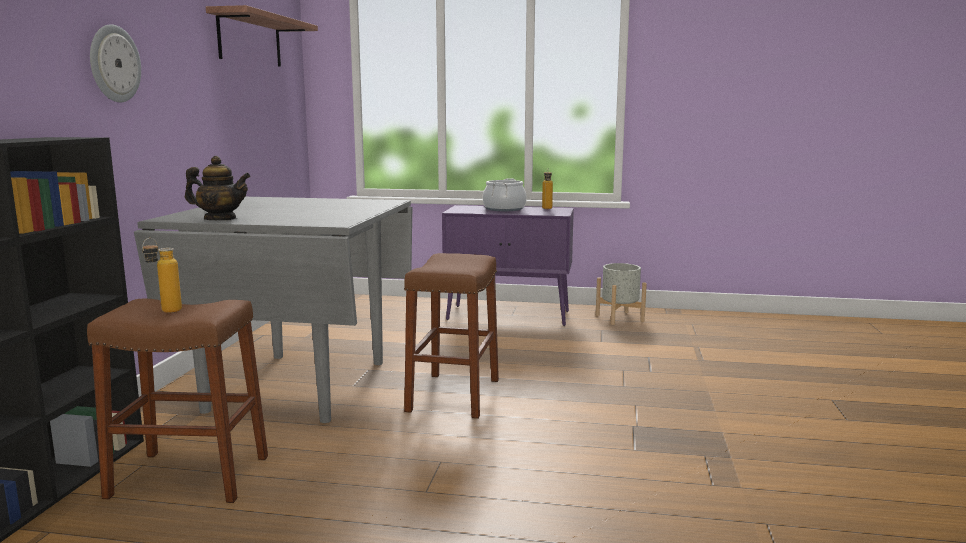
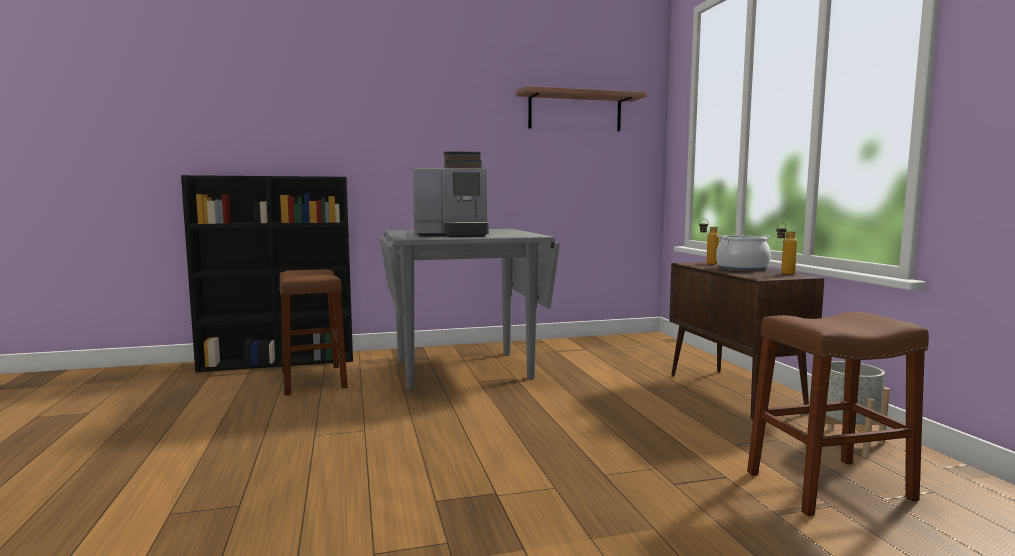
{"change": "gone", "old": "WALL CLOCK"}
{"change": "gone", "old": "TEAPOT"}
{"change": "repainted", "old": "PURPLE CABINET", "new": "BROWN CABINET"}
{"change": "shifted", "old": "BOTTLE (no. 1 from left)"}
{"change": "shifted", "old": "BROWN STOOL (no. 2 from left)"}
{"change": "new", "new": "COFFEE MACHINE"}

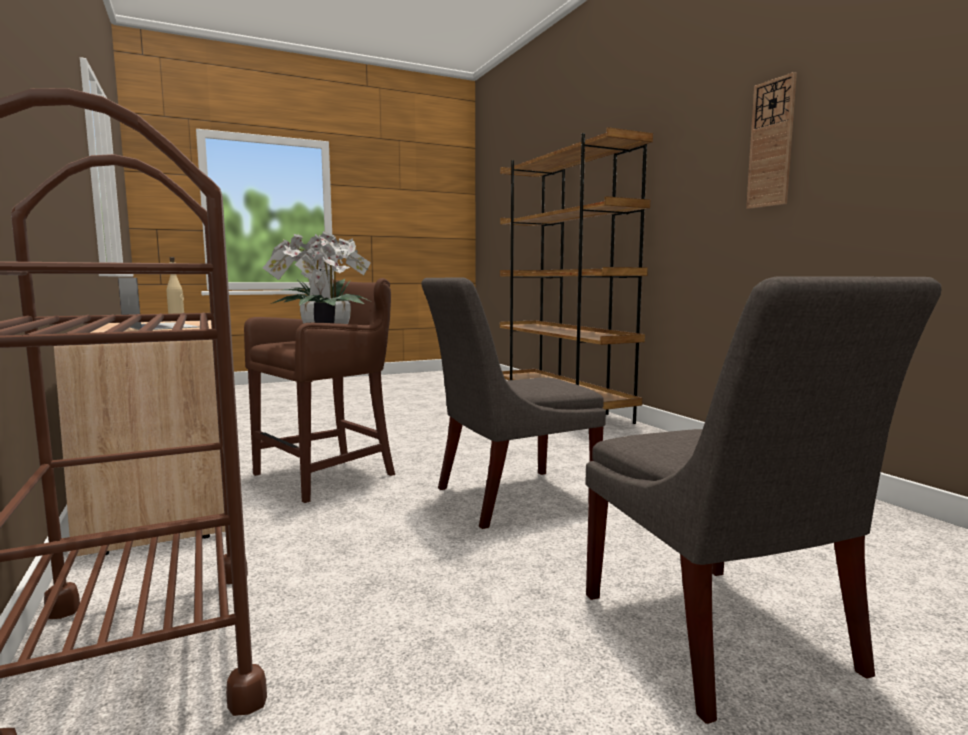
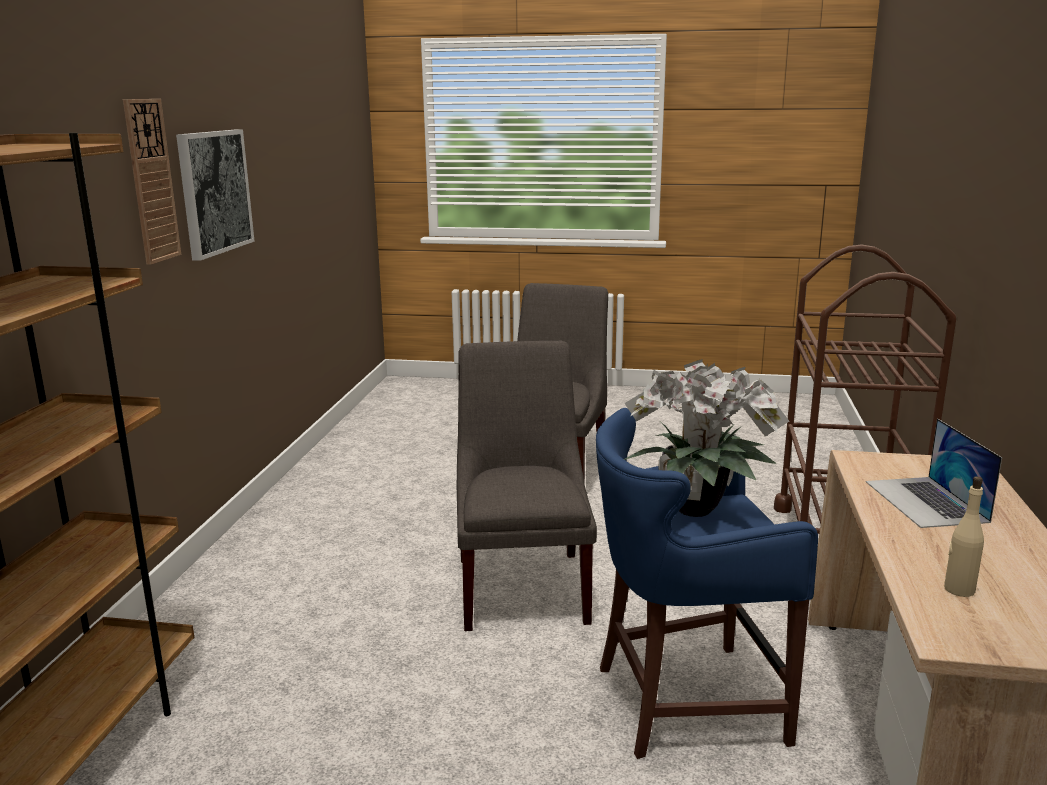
{"change": "repainted", "old": "BROWN STOOL", "new": "BLUE STOOL"}
{"change": "rotated", "old": "GREY CHAIR (no. 1 from left)", "degrees": -105}
{"change": "new", "new": "PICTURE"}

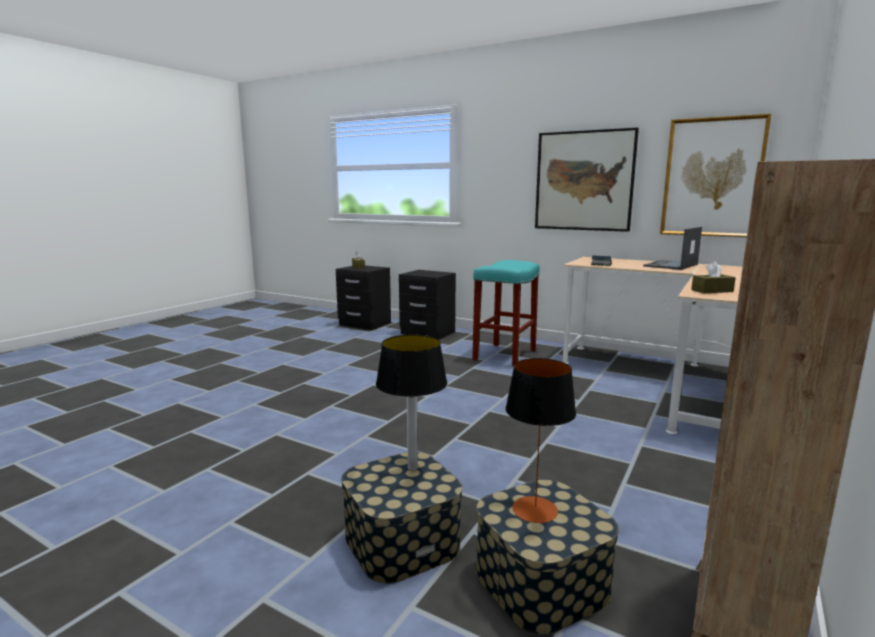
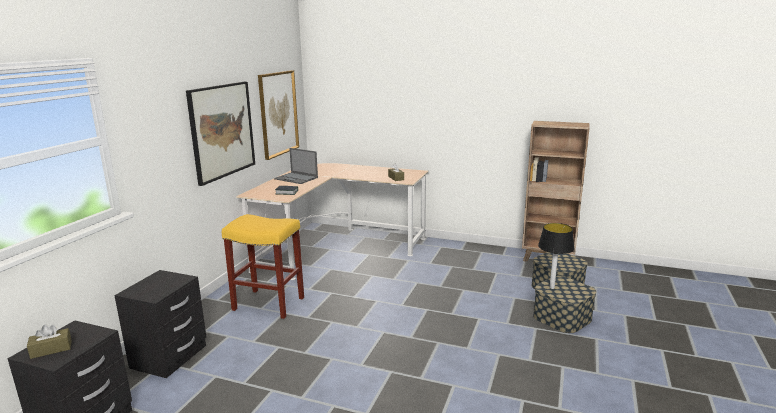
{"change": "repainted", "old": "TURQUOISE STOOL", "new": "YELLOW STOOL"}
{"change": "gone", "old": "TABLE LAMP (no. 2 from left)"}

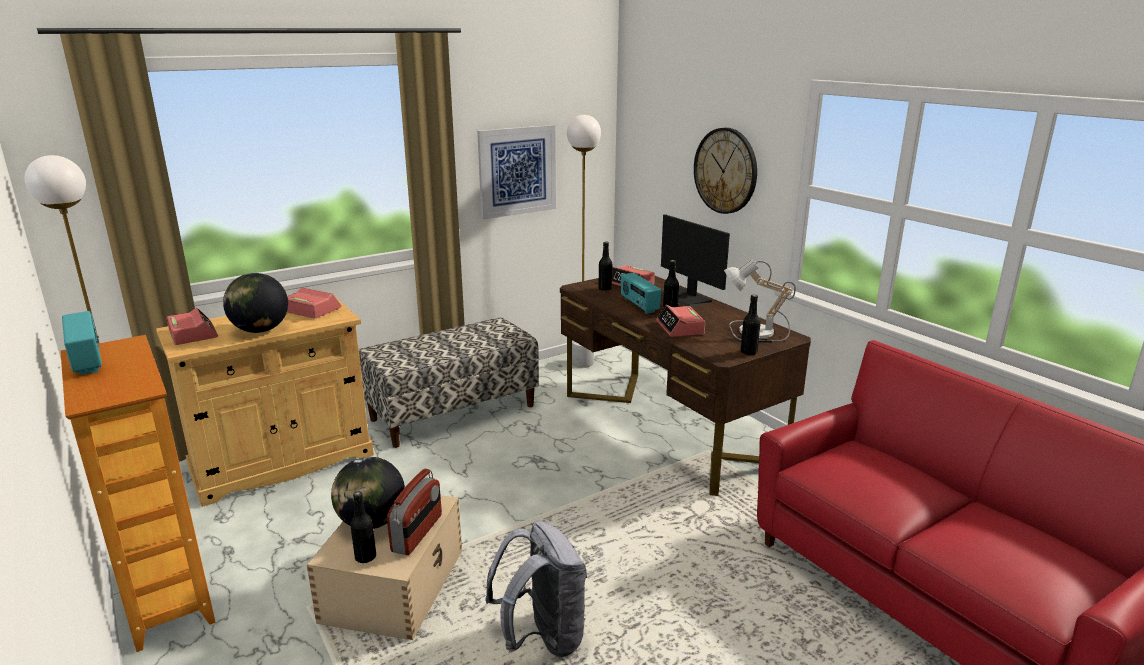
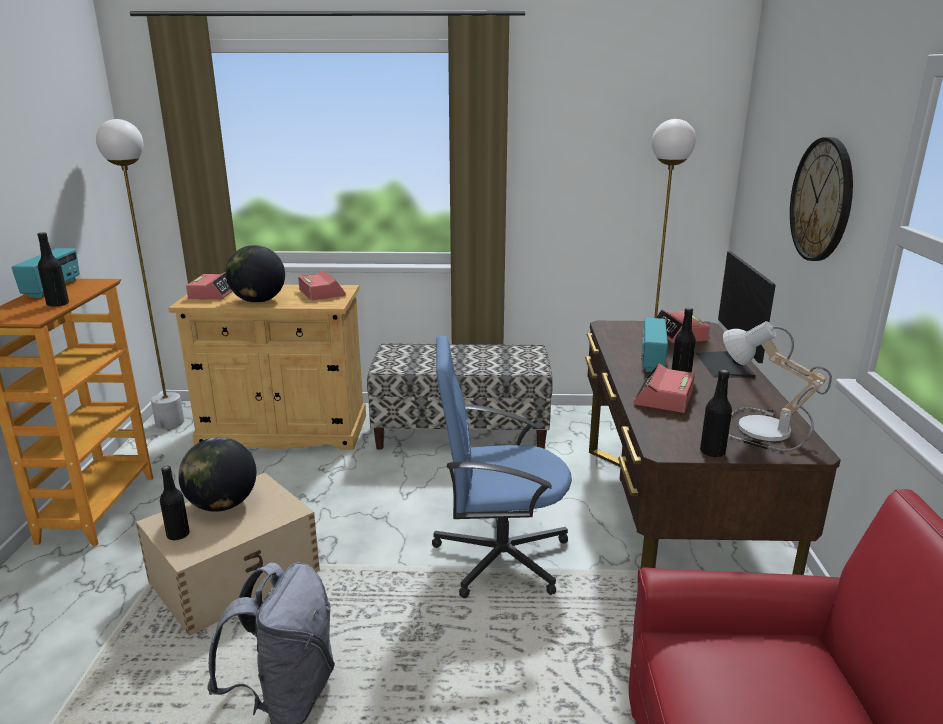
{"change": "gone", "old": "PICTURE"}
{"change": "shifted", "old": "BLACK BOTTLE (no. 2 from left in the first image)", "new": "BLACK BOTTLE (no. 1 from left)"}
{"change": "gone", "old": "RADIO (no. 2 from left)"}
{"change": "new", "new": "BLUE OFFICE CHAIR"}

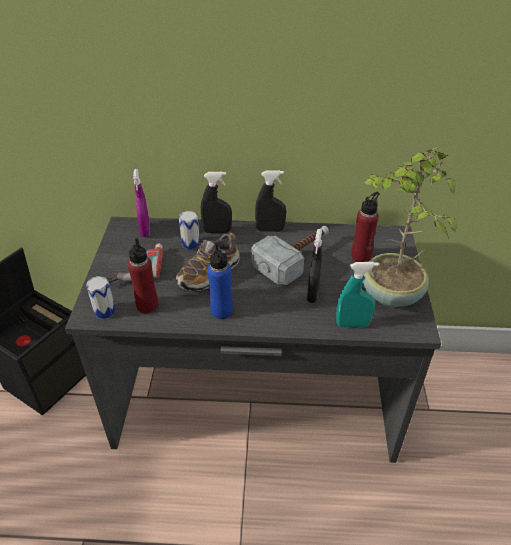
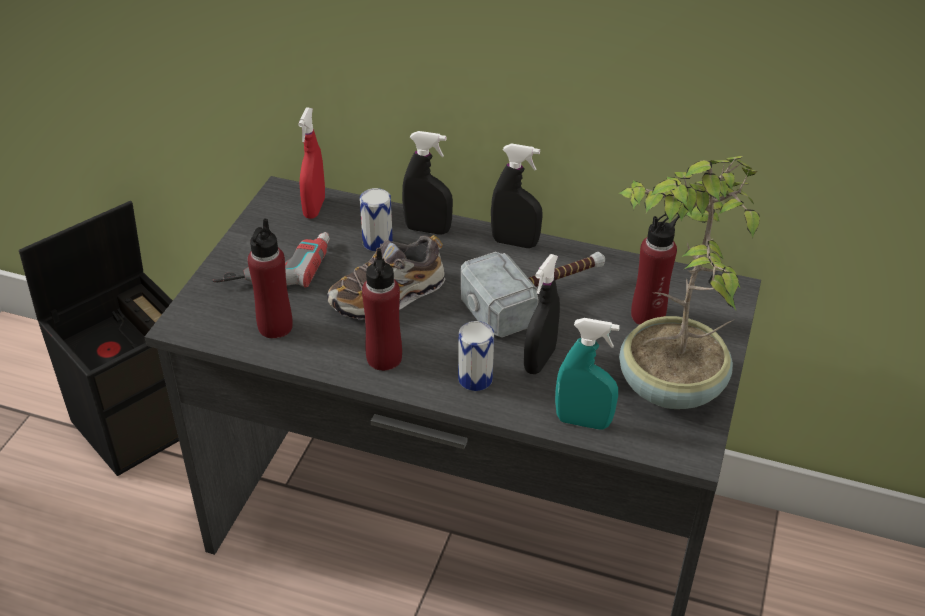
{"change": "repainted", "old": "PURPLE SPRAY BOTTLE", "new": "RED SPRAY BOTTLE"}
{"change": "repainted", "old": "BLUE BOTTLE", "new": "RED BOTTLE (no. 2 from left)"}
{"change": "shifted", "old": "CAN (no. 1 from left in the first image)", "new": "CAN (no. 2 from left)"}

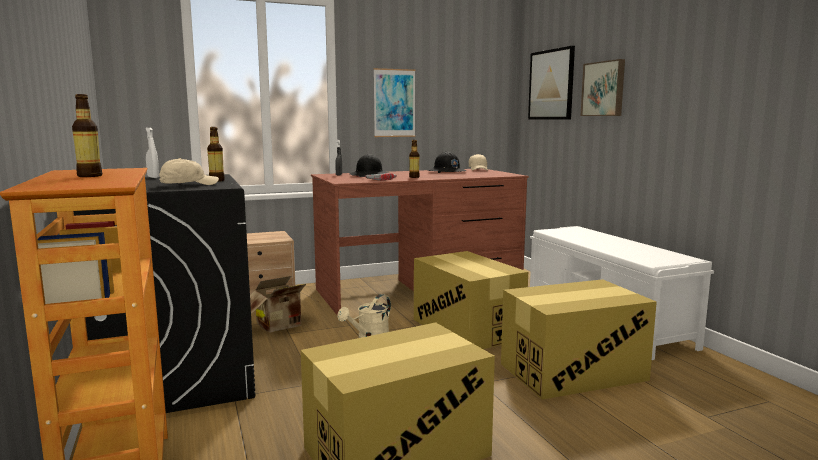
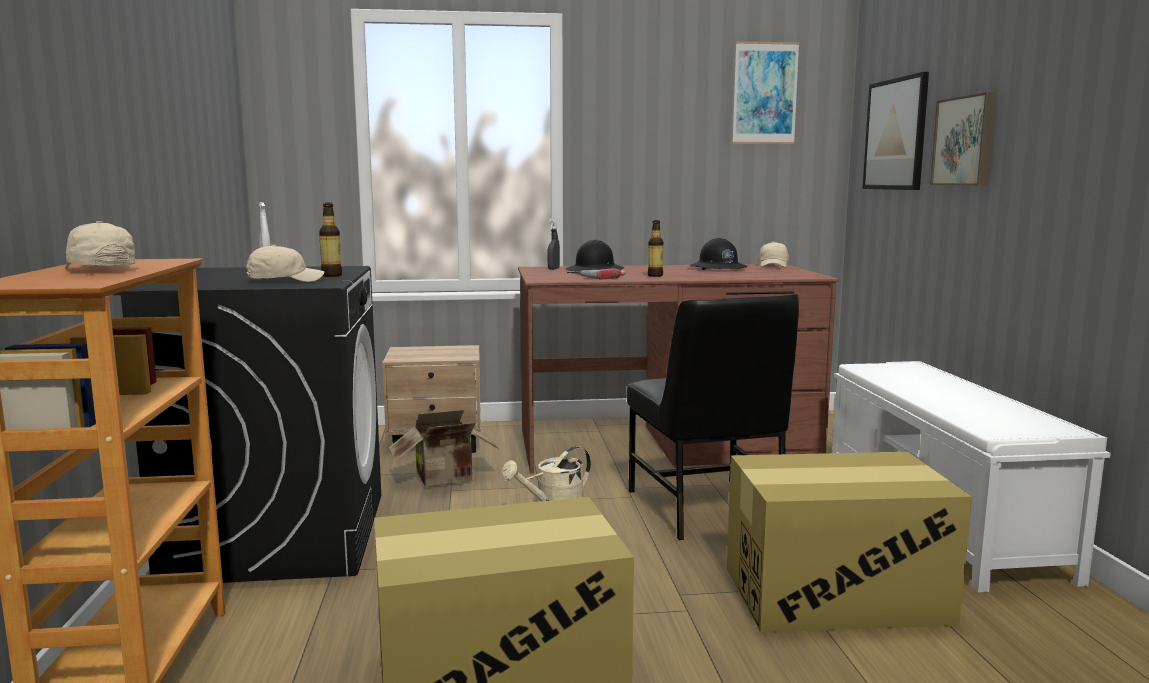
{"change": "shifted", "old": "PICTURE (no. 1 from left)"}
{"change": "swapped", "old": "BOTTLE (no. 1 from left)", "new": "BEIGE CAP (no. 1 from left)"}
{"change": "swapped", "old": "CARDBOARD BOX (no. 3 from left)", "new": "BLACK CHAIR"}

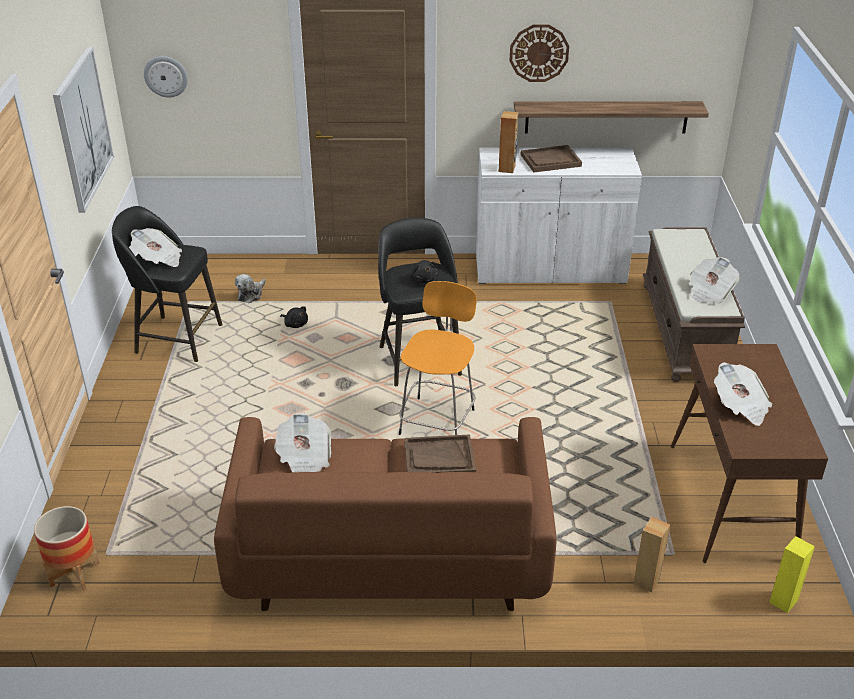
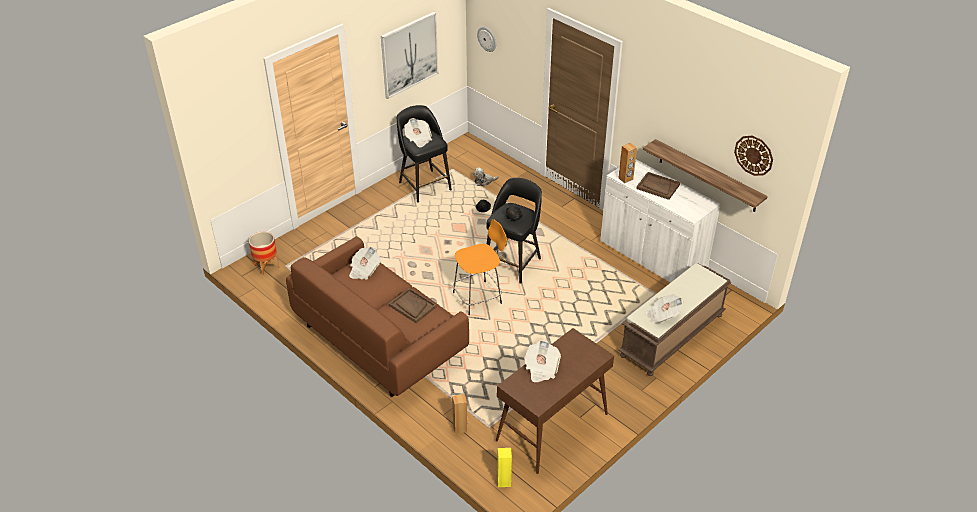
{"change": "shifted", "old": "WALL CLOCK (no. 2 from left)"}

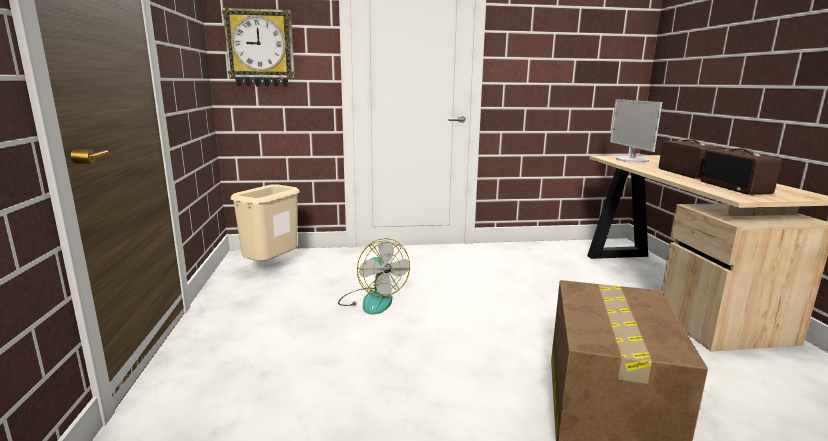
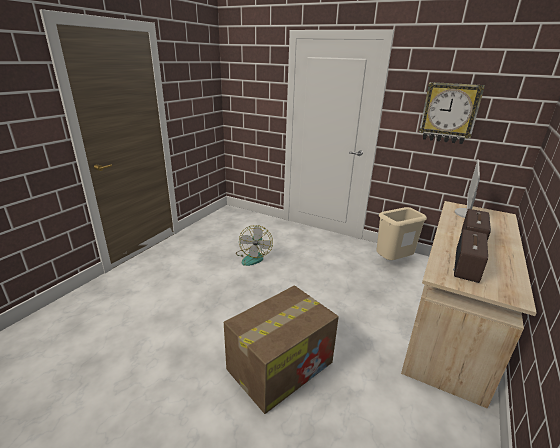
{"change": "shifted", "old": "WALL CLOCK"}
{"change": "shifted", "old": "BEIGE TRASH CAN"}

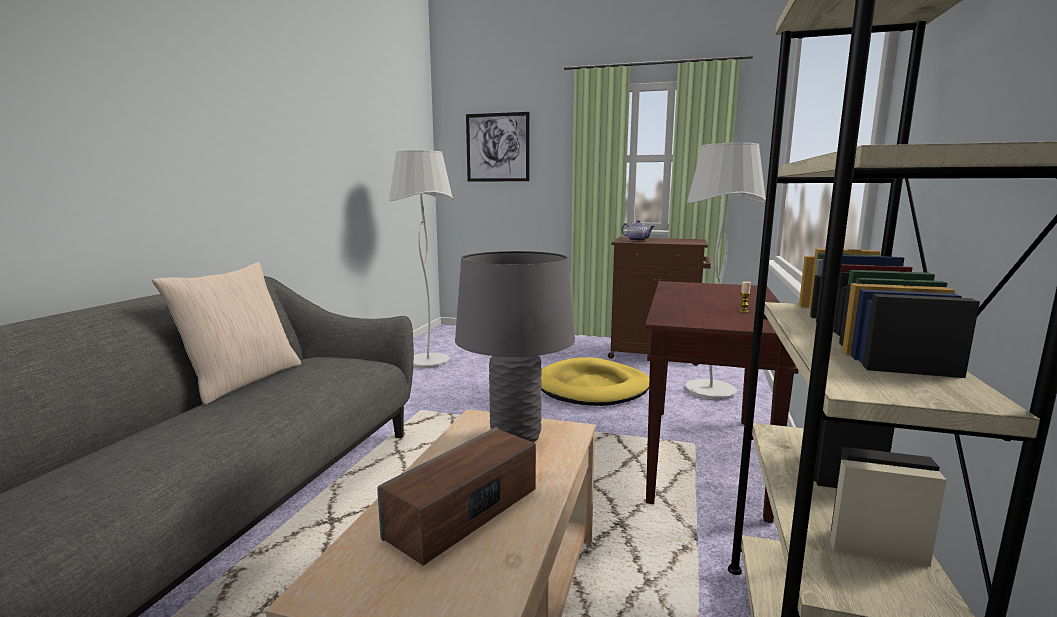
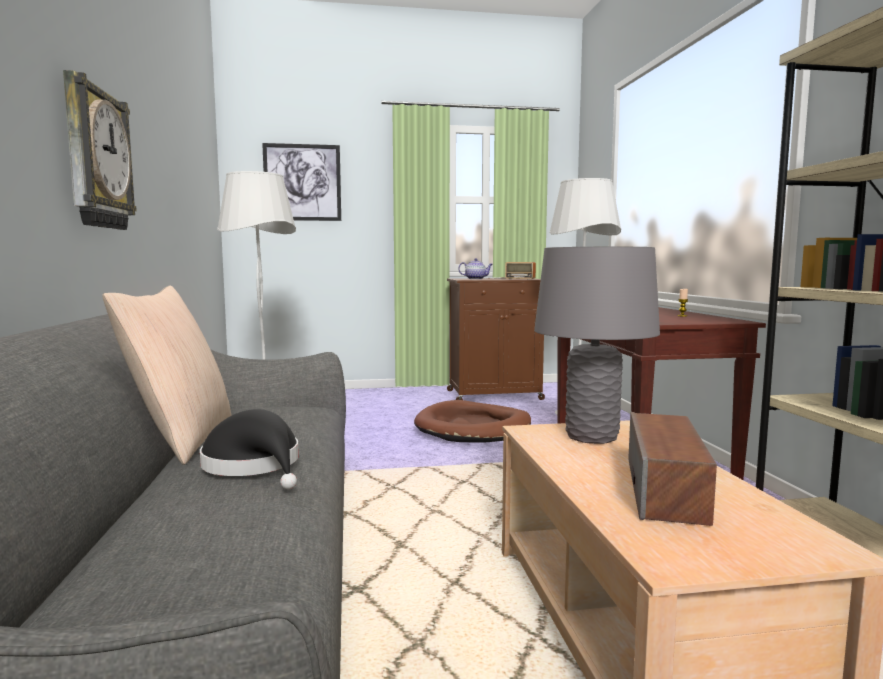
{"change": "repainted", "old": "YELLOW DOG BED", "new": "BROWN DOG BED"}
{"change": "new", "new": "WALL CLOCK"}
{"change": "new", "new": "RADIO"}
{"change": "new", "new": "BLACK HAT"}

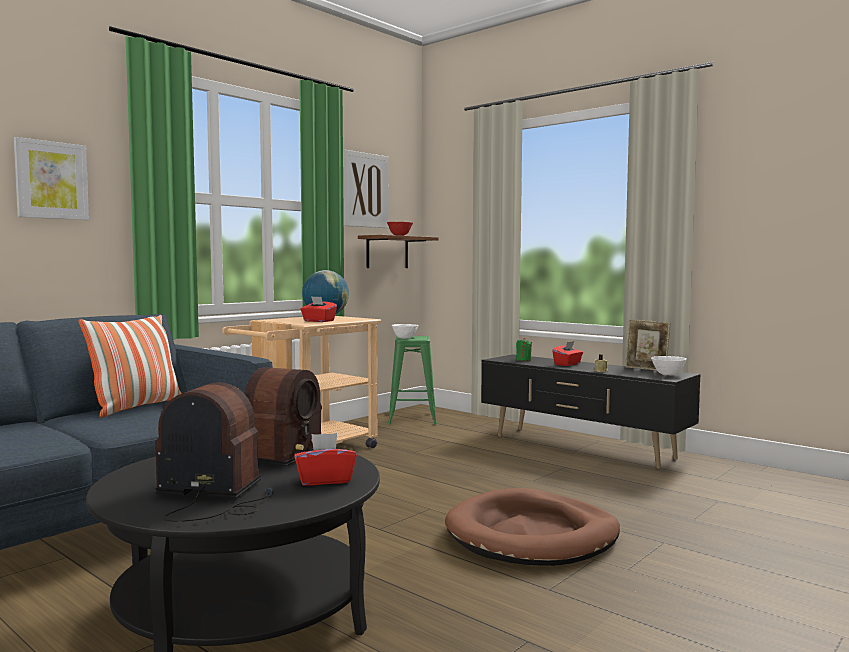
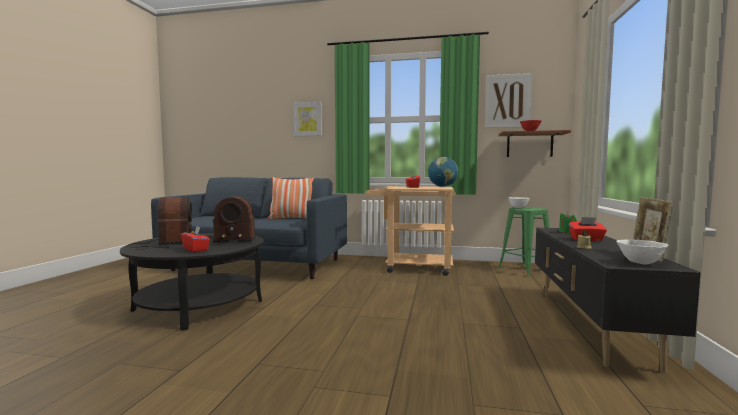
{"change": "gone", "old": "BROWN DOG BED"}

